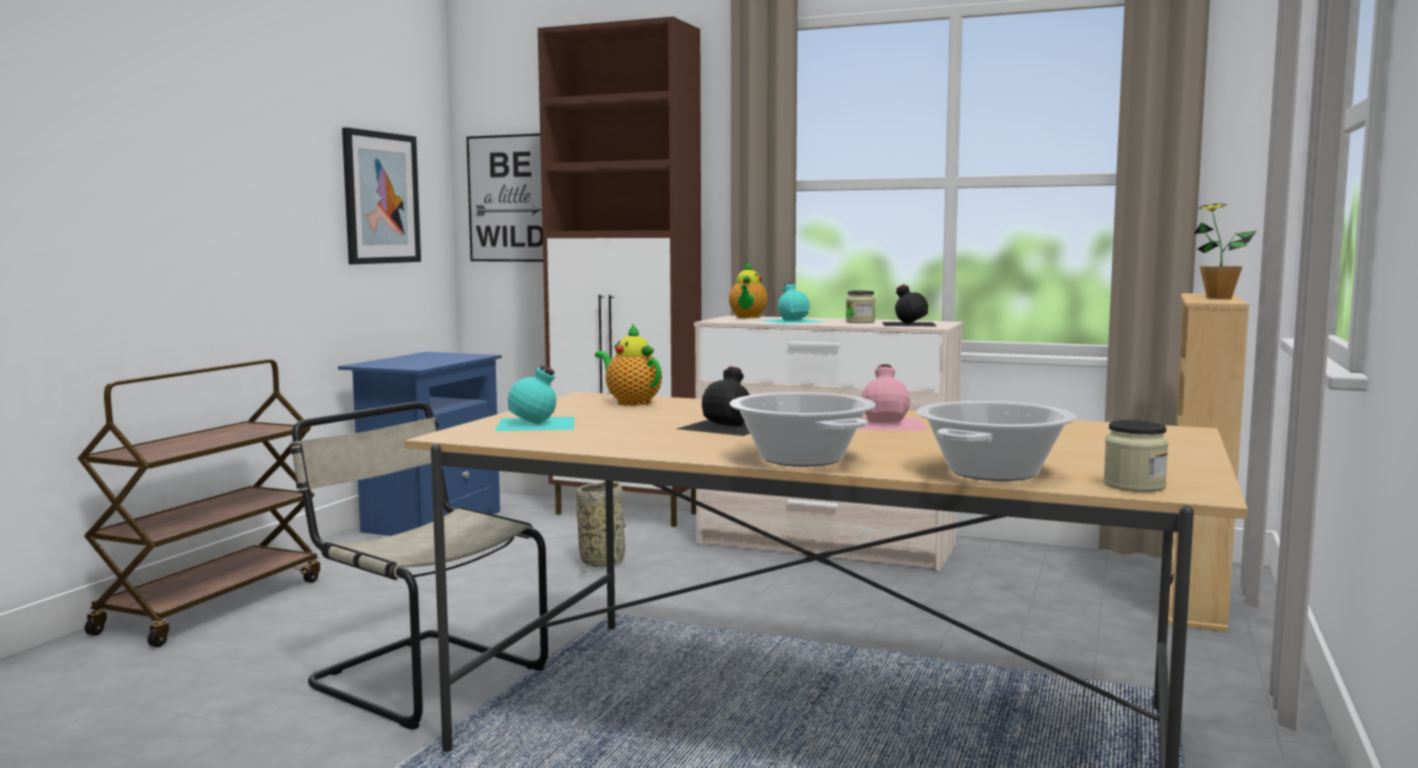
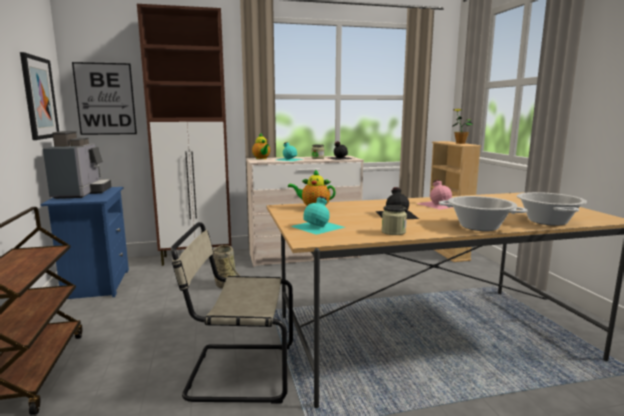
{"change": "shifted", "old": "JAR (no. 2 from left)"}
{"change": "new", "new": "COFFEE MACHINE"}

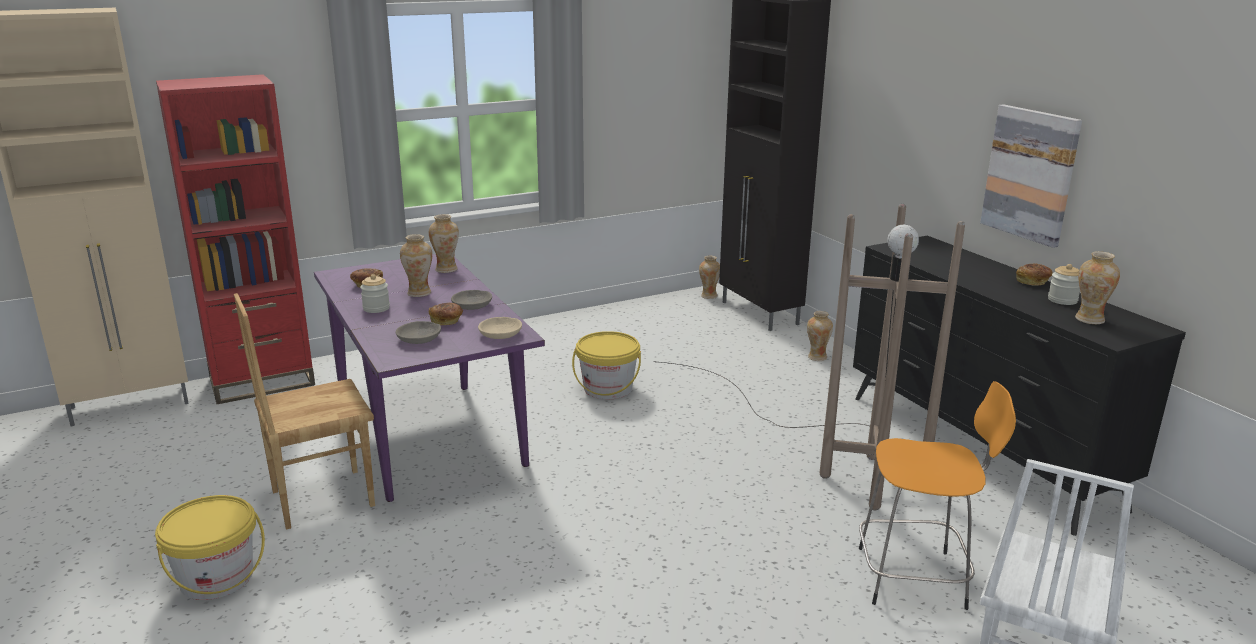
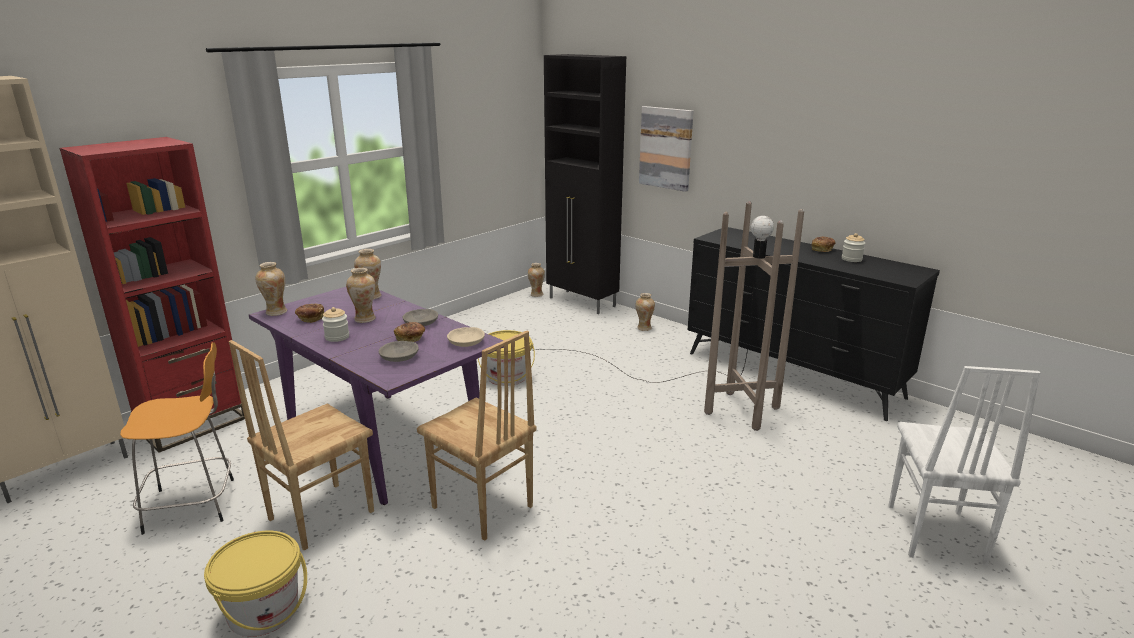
{"change": "shifted", "old": "PICTURE"}
{"change": "shifted", "old": "VASE (no. 5 from left in the first image)", "new": "VASE (no. 1 from left)"}
{"change": "shifted", "old": "ORANGE STOOL"}
{"change": "new", "new": "BROWN CHAIR (no. 2 from left)"}

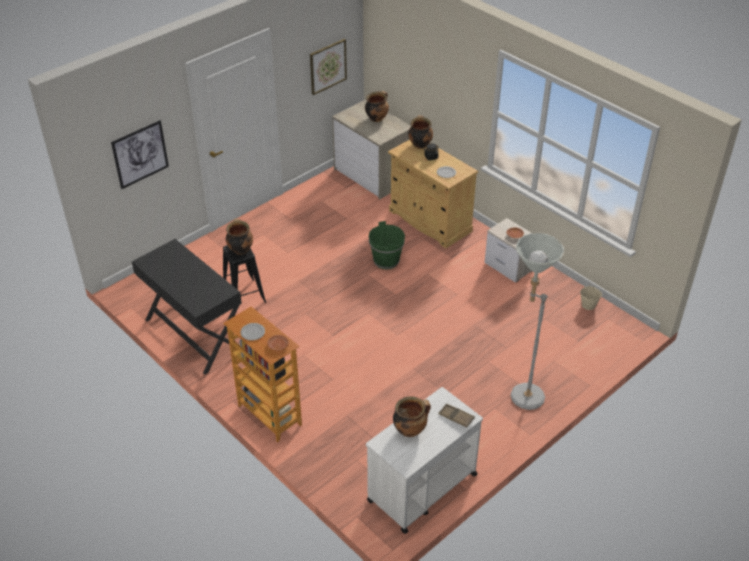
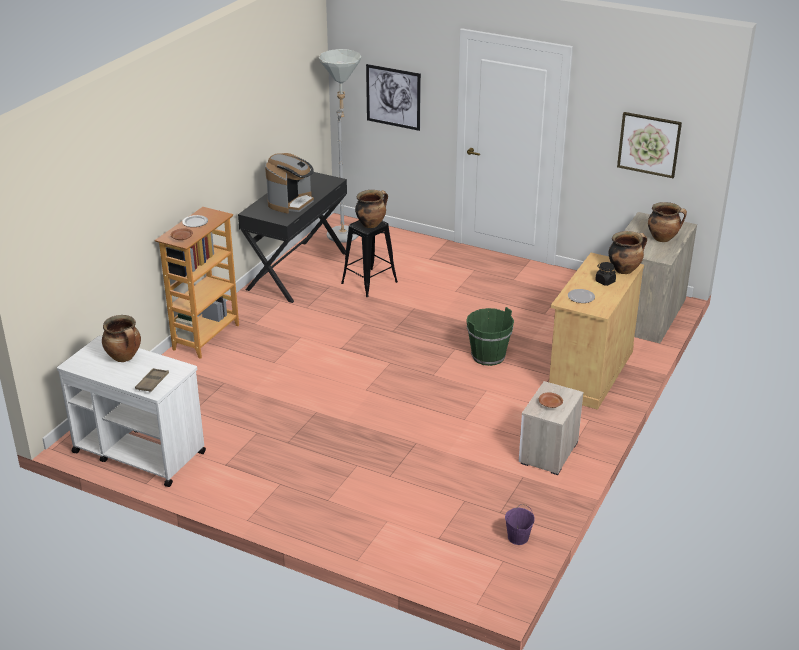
{"change": "shifted", "old": "GREY FLOOR LAMP"}
{"change": "repainted", "old": "BEIGE BUCKET", "new": "PURPLE BUCKET"}
{"change": "new", "new": "COFFEE MACHINE"}

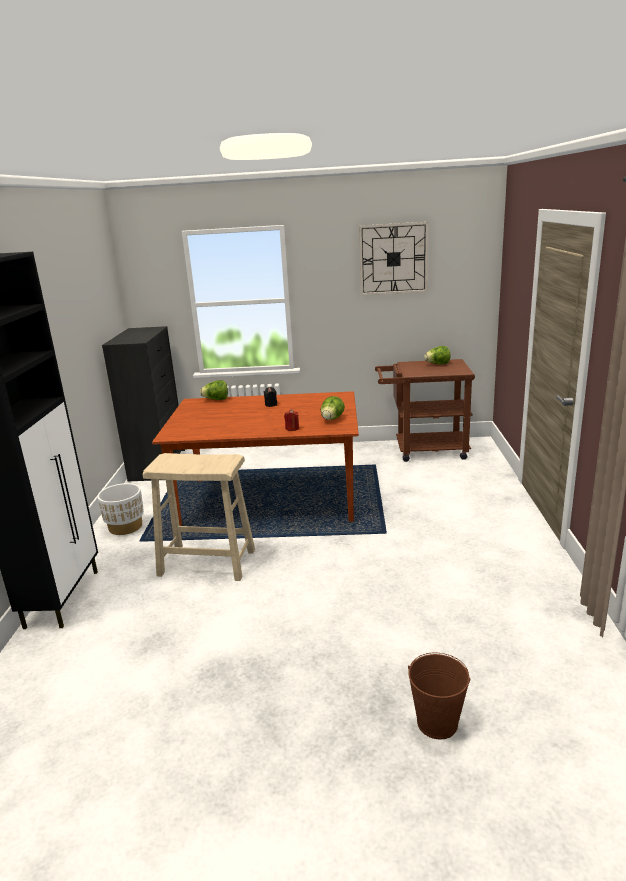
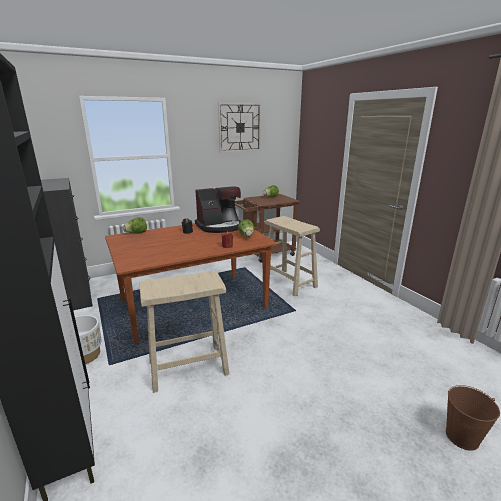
{"change": "new", "new": "COFFEE MACHINE"}
{"change": "new", "new": "BEIGE STOOL (no. 2 from left)"}

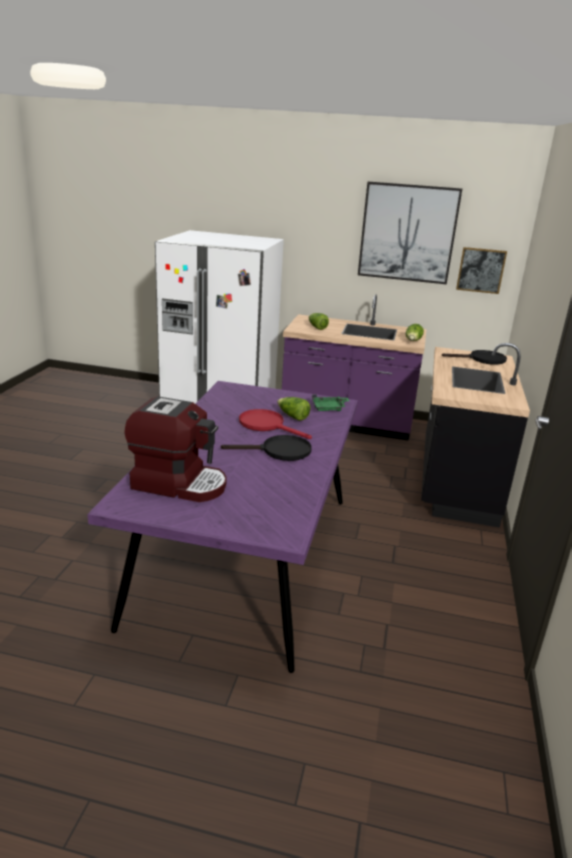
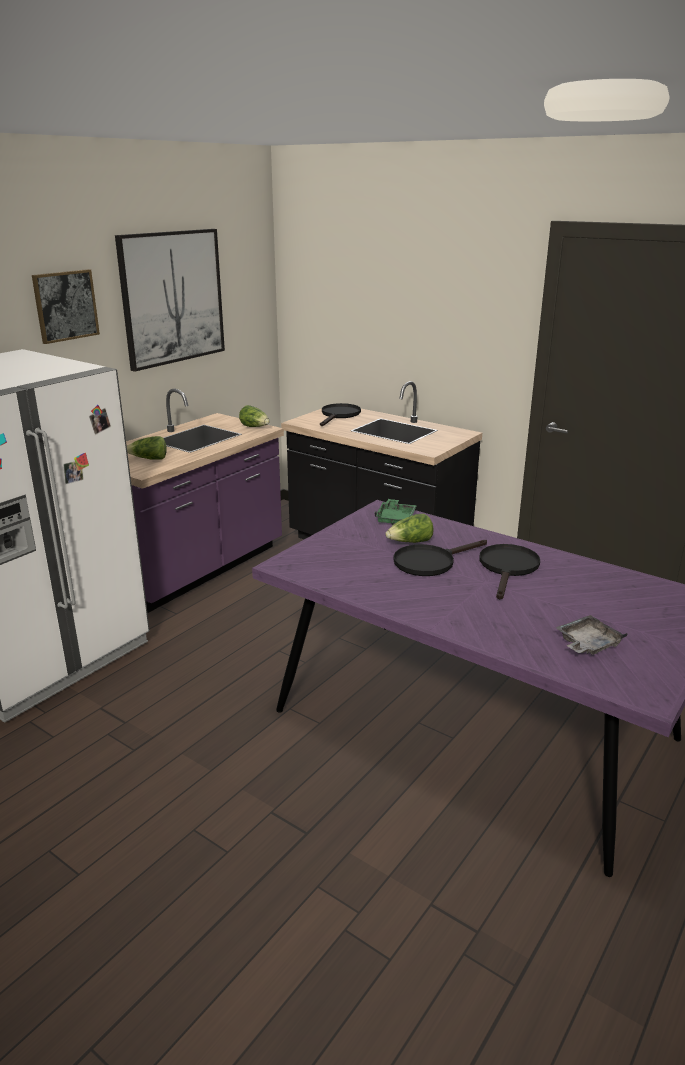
{"change": "shifted", "old": "PICTURE (no. 2 from left in the first image)", "new": "PICTURE (no. 1 from left)"}
{"change": "swapped", "old": "COFFEE MACHINE", "new": "GREY TRAY"}
{"change": "repainted", "old": "RED FRYING PAN", "new": "BLACK FRYING PAN (no. 2 from left)"}

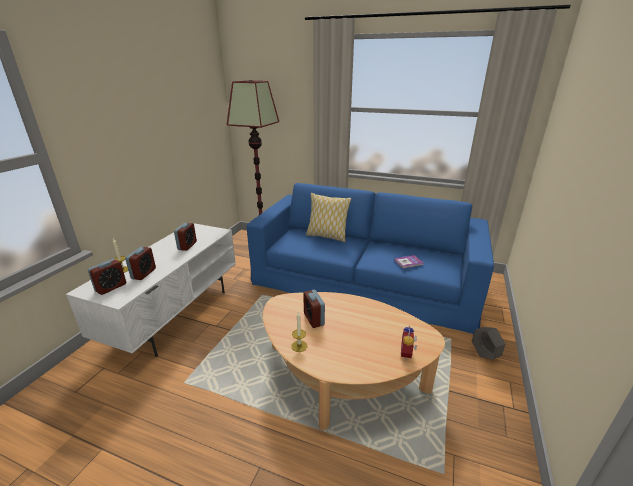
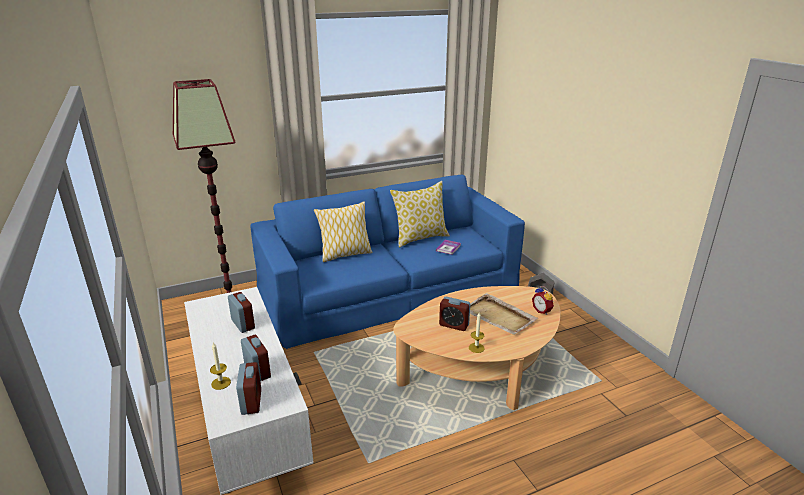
{"change": "new", "new": "PILLOW (no. 2 from left)"}
{"change": "new", "new": "BEIGE TRAY"}

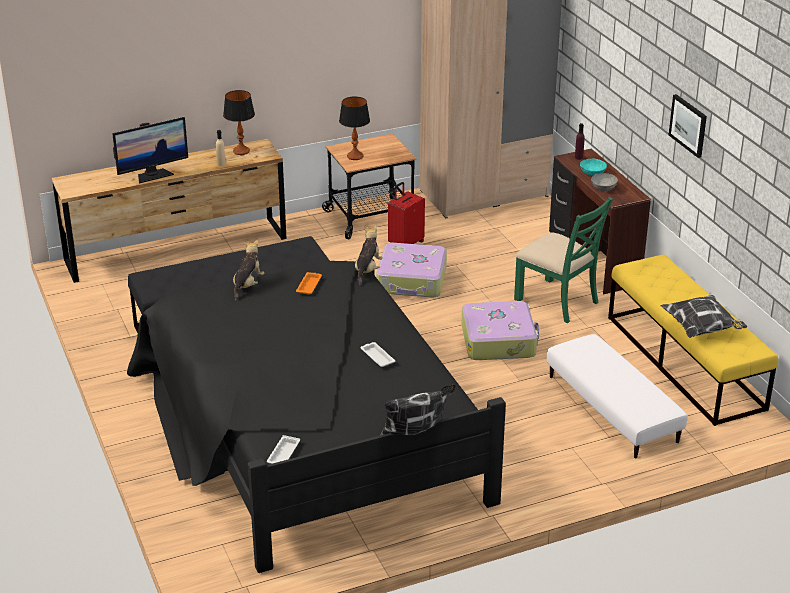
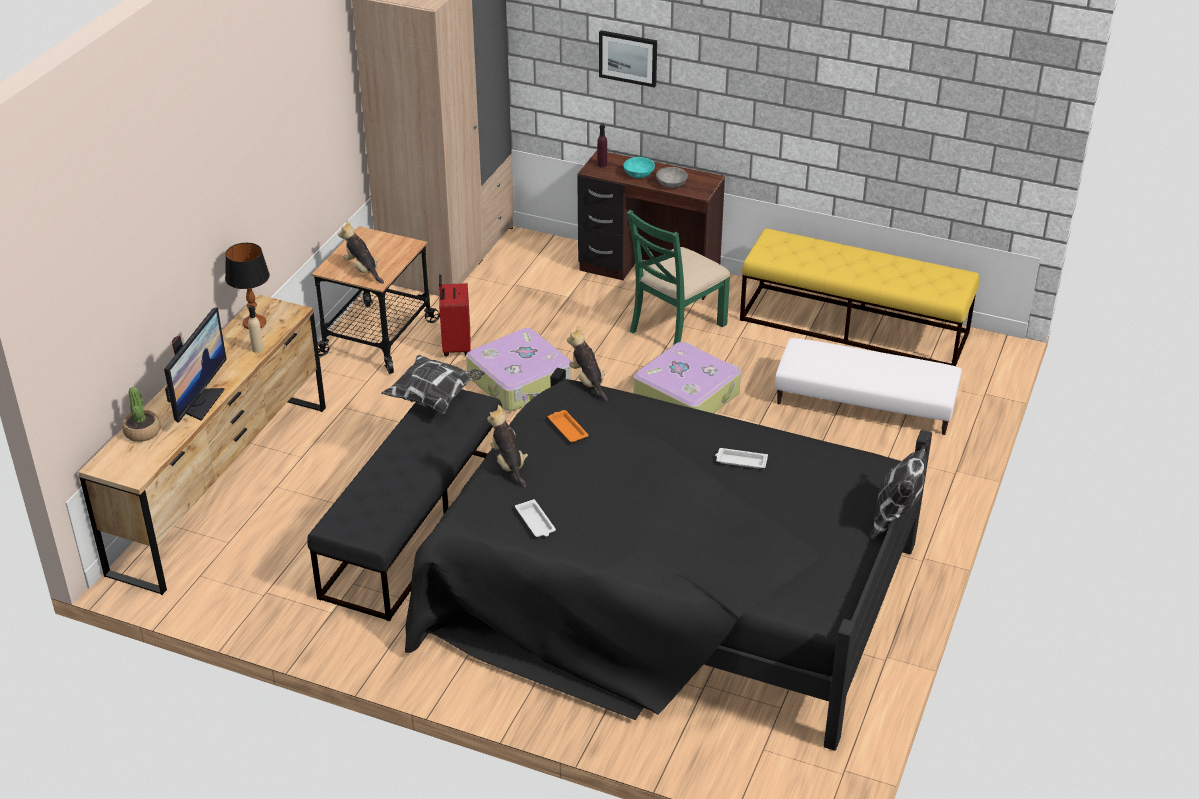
{"change": "shifted", "old": "PICTURE"}
{"change": "swapped", "old": "TABLE LAMP (no. 2 from left)", "new": "PLUSH TOY (no. 1 from left)"}
{"change": "rotated", "old": "GREEN CHAIR", "degrees": 135}
{"change": "shifted", "old": "PILLOW (no. 2 from left in the first image)", "new": "PILLOW (no. 1 from left)"}
{"change": "shifted", "old": "WHITE TRAY (no. 1 from left)"}
{"change": "new", "new": "POTTED PLANT"}

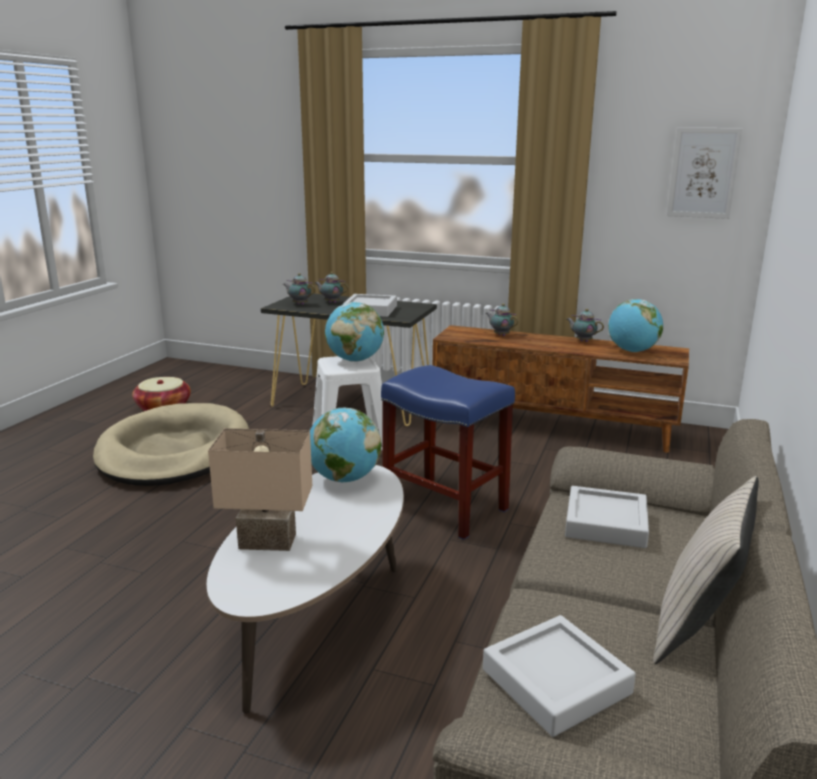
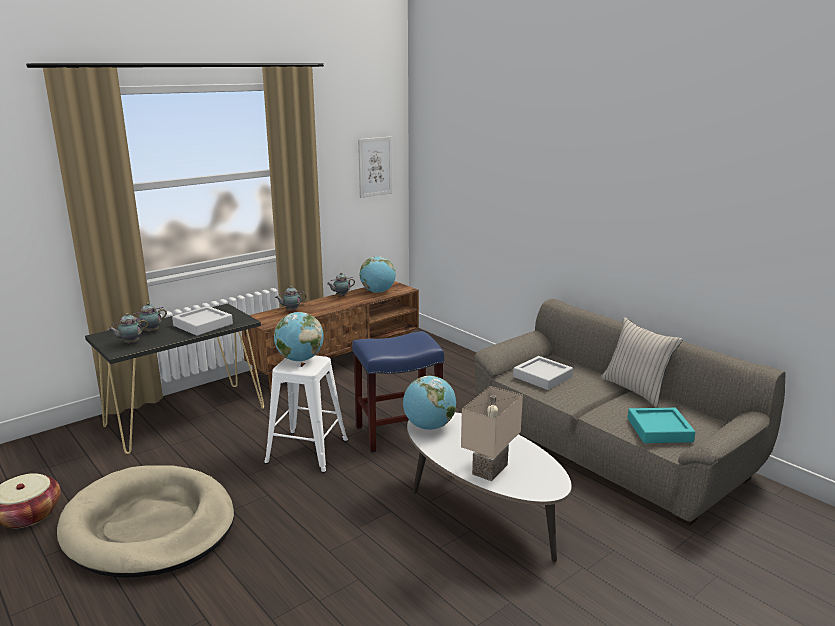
{"change": "repainted", "old": "GREY TRAY (no. 2 from left)", "new": "TURQUOISE TRAY"}

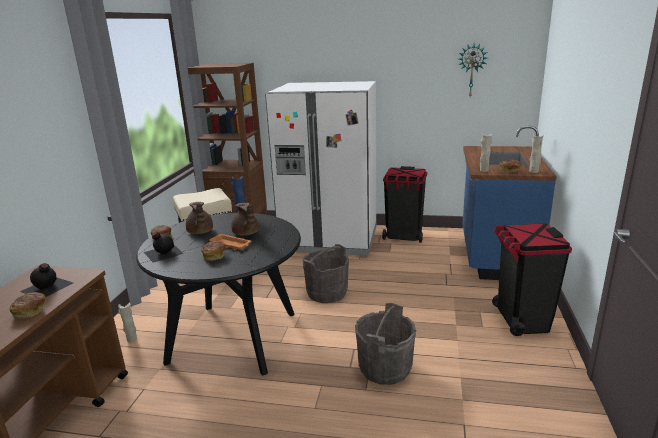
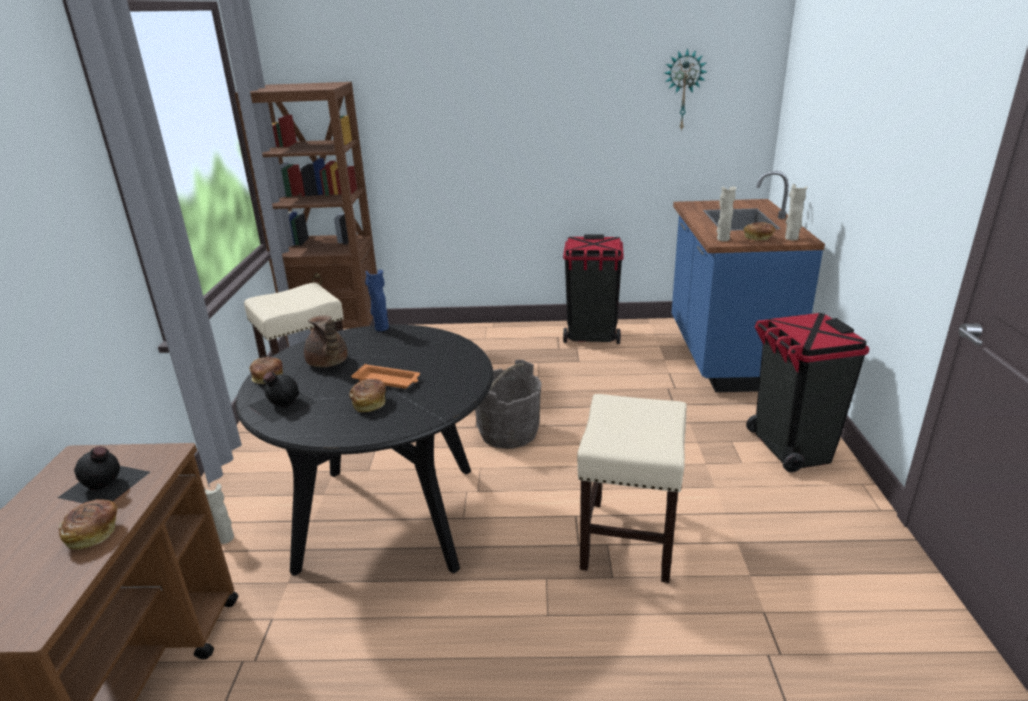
{"change": "gone", "old": "WHITE FRIDGE"}
{"change": "gone", "old": "BROWN TEAPOT (no. 2 from left)"}
{"change": "swapped", "old": "GREY BUCKET (no. 2 from left)", "new": "BEIGE STOOL (no. 2 from left)"}

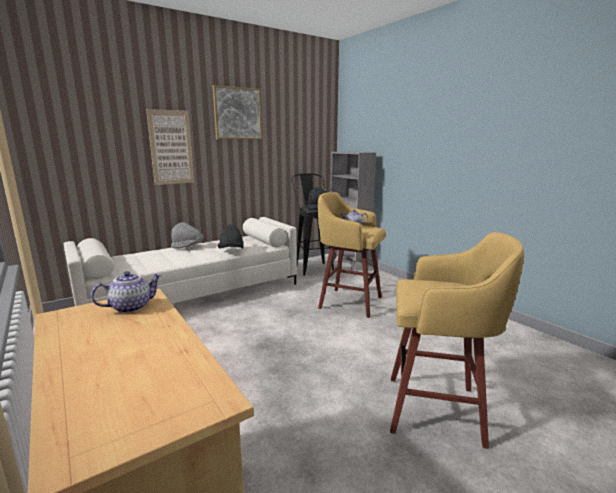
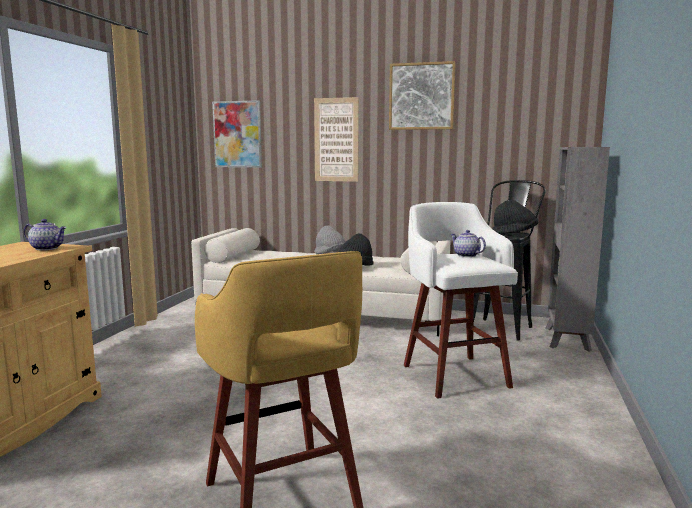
{"change": "repainted", "old": "YELLOW STOOL (no. 1 from left)", "new": "WHITE STOOL"}
{"change": "new", "new": "PICTURE (no. 1 from left)"}

